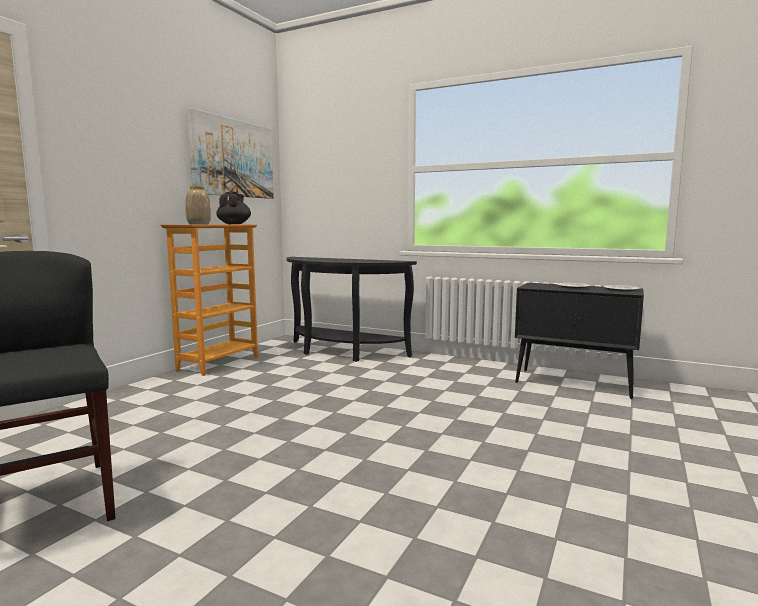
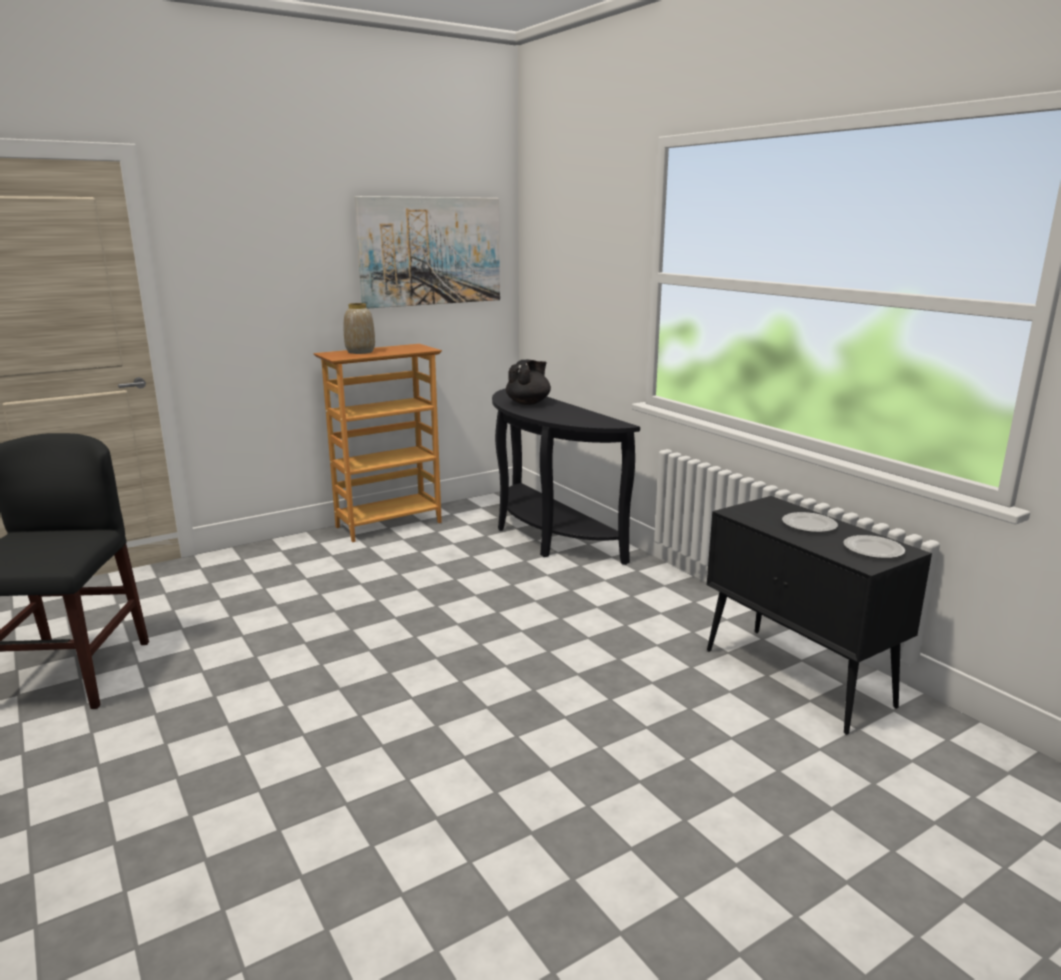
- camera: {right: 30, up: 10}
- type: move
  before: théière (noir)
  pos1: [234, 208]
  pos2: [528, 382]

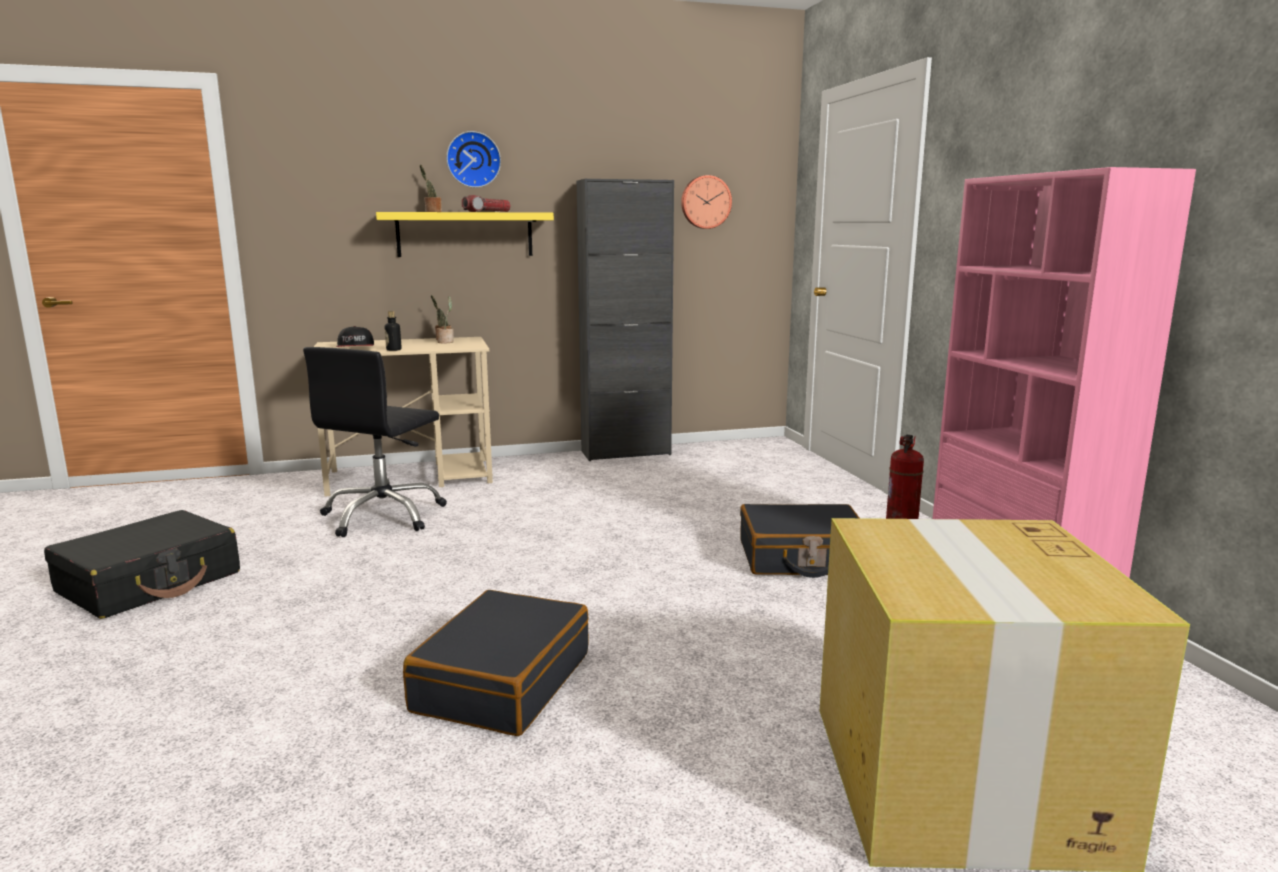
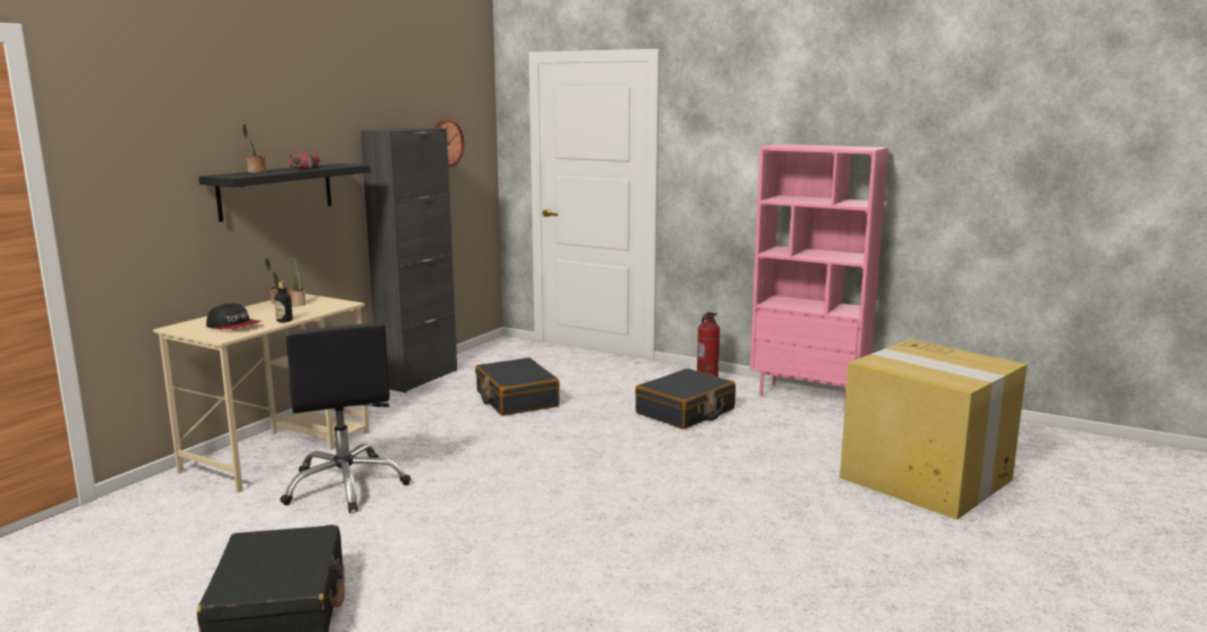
- camera: {right: -45, up: 0}
- type: delete
  before: horloge murale
  pos1: [473, 159]
- type: recolor
  before: étagère (jaune)
  after: étagère (noir)
  pos1: [465, 234]
  pos2: [285, 192]
- type: move
  before: valise (noir)
  pos1: [496, 663]
  pos2: [517, 387]

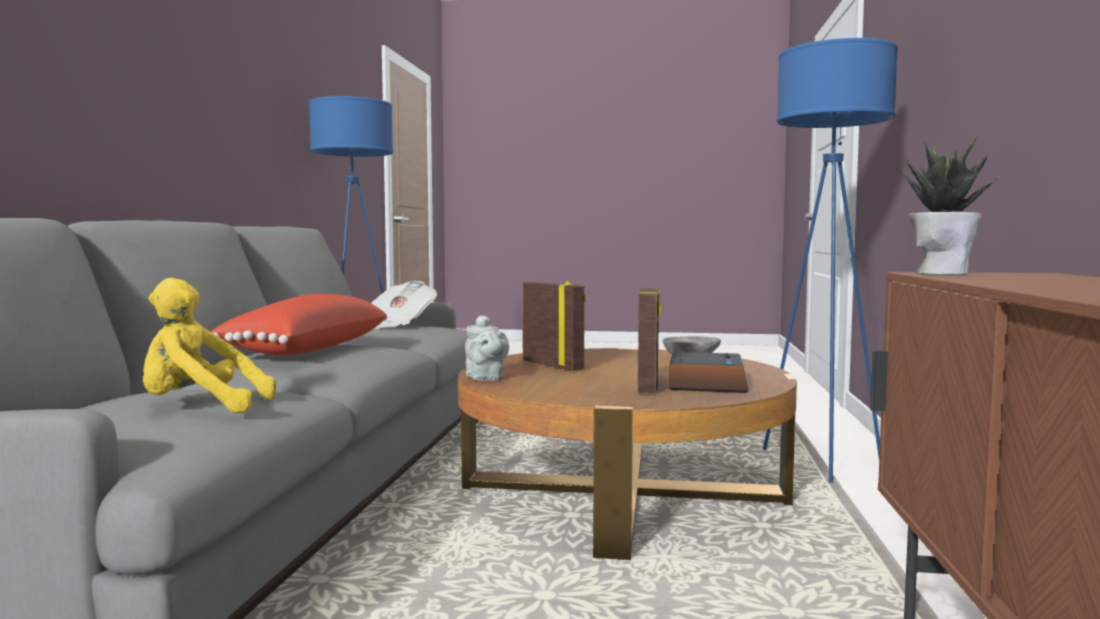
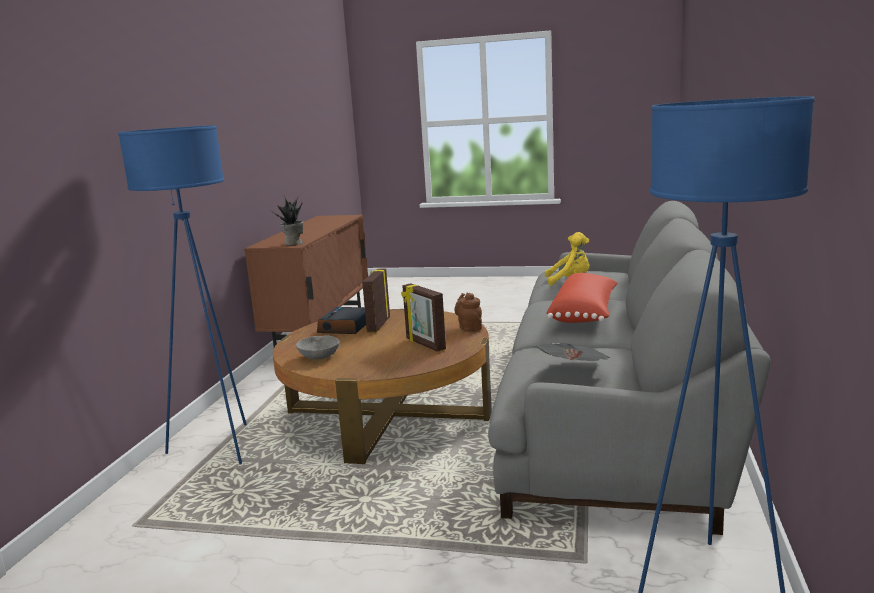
- camera: {right: -175, up: 10}
- type: recolor
  before: théière (gris)
  after: théière (marron)
  pos1: [487, 348]
  pos2: [468, 312]

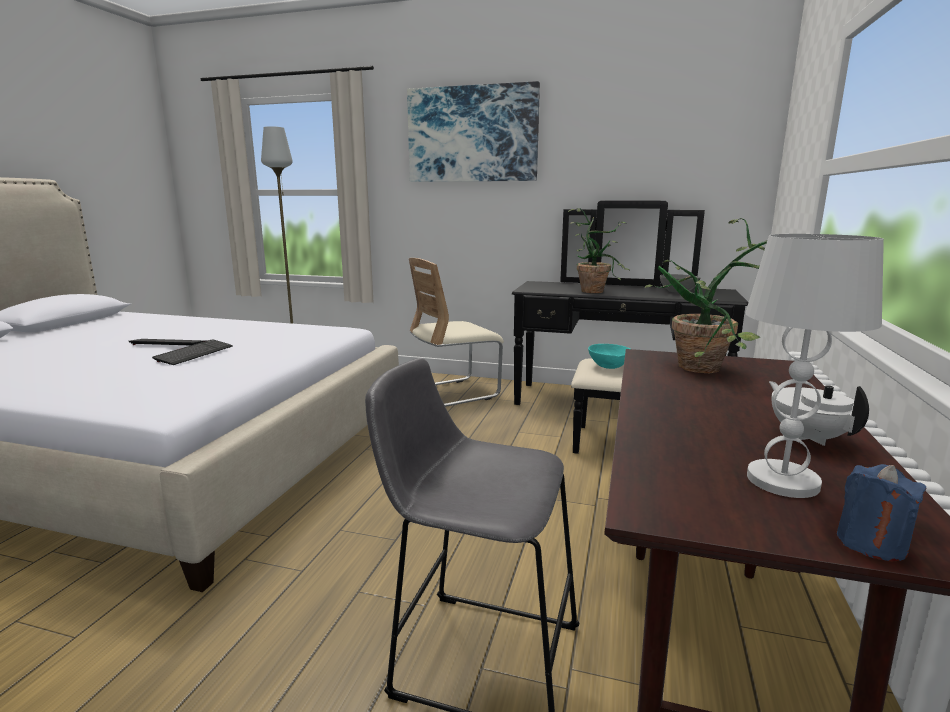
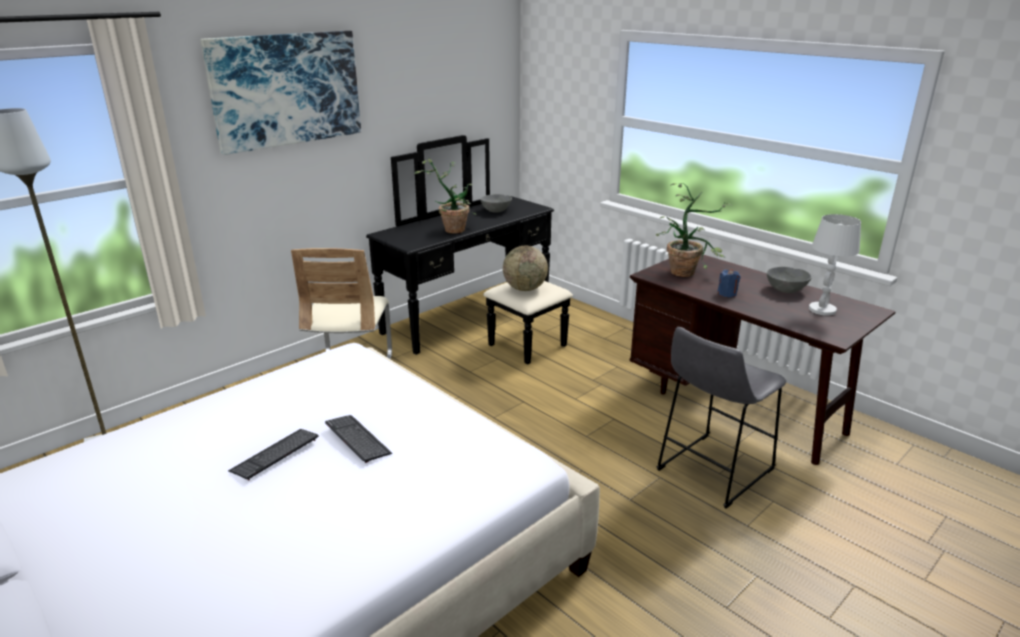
- camera: {right: -60, up: 10}
- type: replace
  before: bol (turquoise)
  after: globe
  pos1: [609, 356]
  pos2: [525, 268]
- type: replace
  before: théière (blanc)
  after: bol (gris)
  pos1: [819, 413]
  pos2: [789, 280]
- type: move
  before: bougie (bleu)
  pos1: [882, 512]
  pos2: [729, 283]

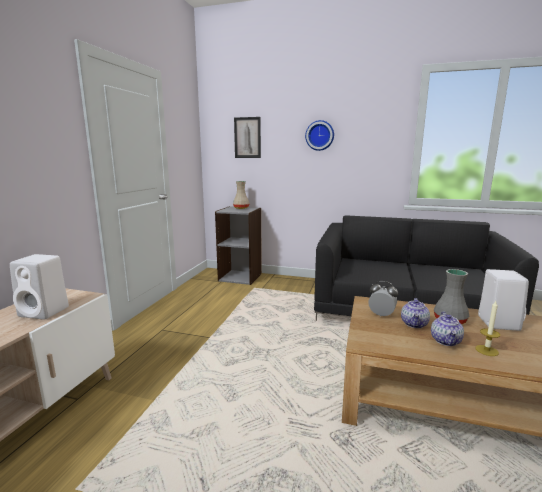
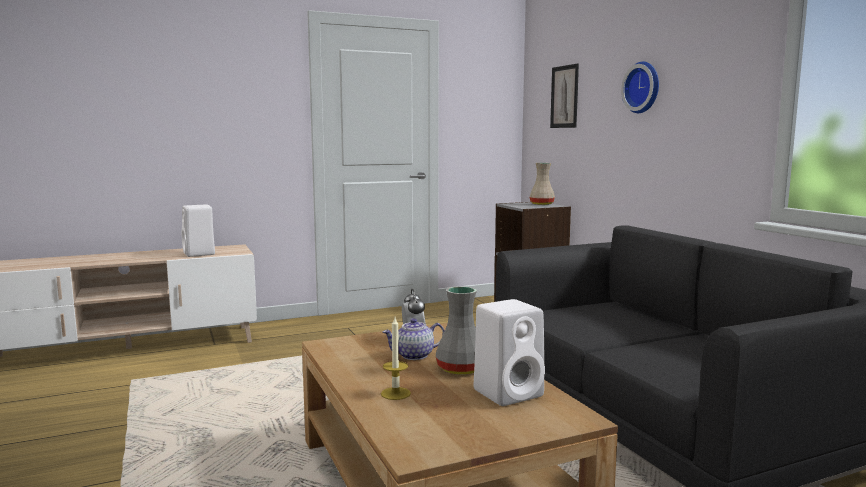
- camera: {right: 50, up: -5}
- type: delete
  before: théière
  pos1: [447, 329]

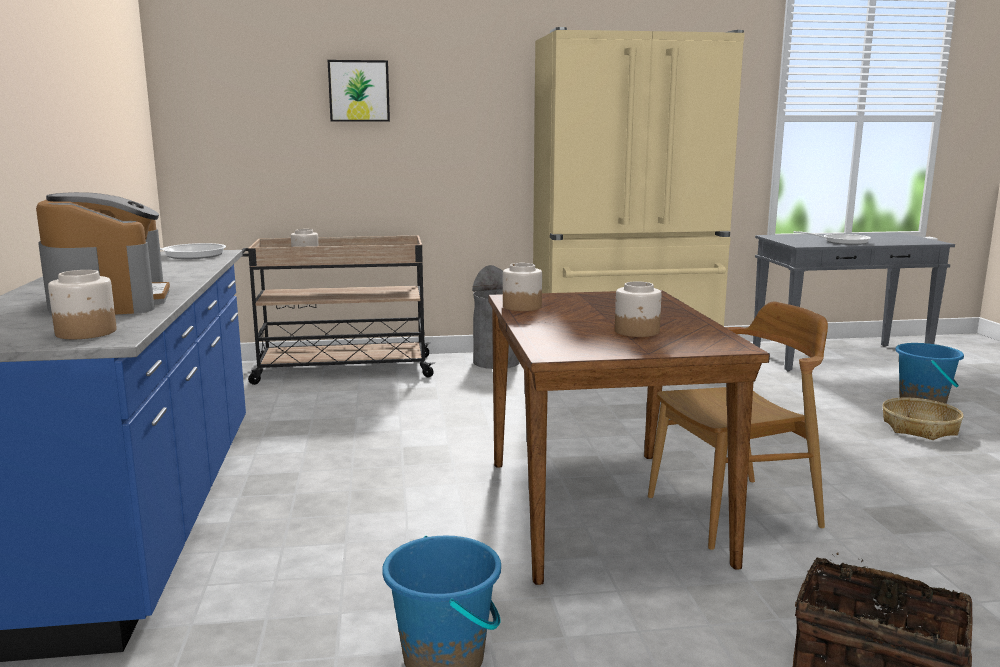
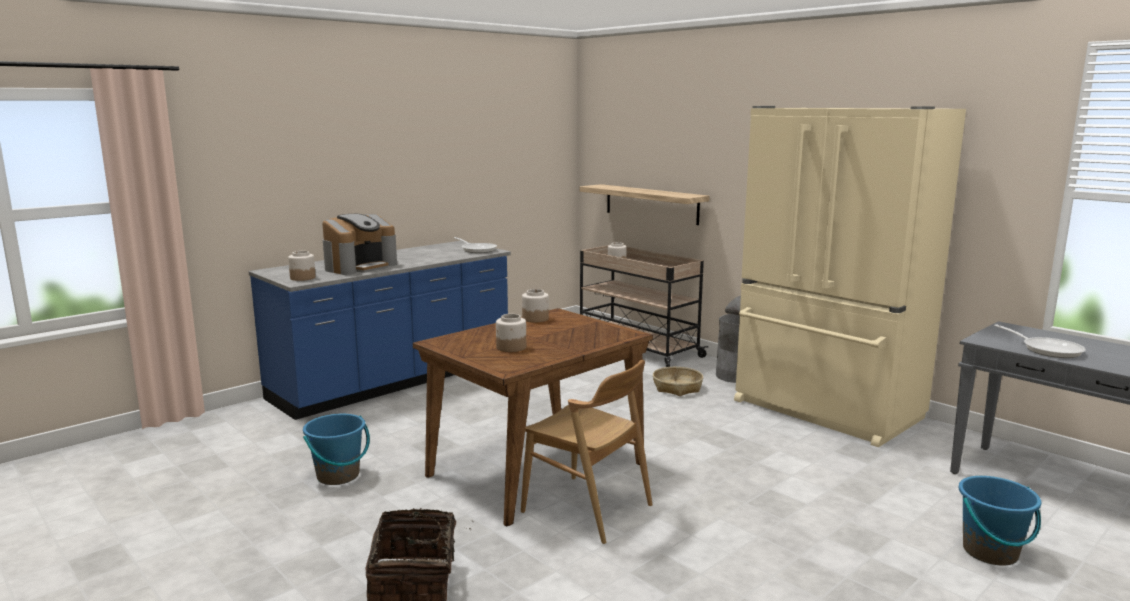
- camera: {right: 55, up: 0}
- type: delete
  before: tableau
  pos1: [359, 91]
- type: move
  before: panier
  pos1: [923, 418]
  pos2: [678, 381]
- type: insert
  after: étagère
  pos2: [645, 204]

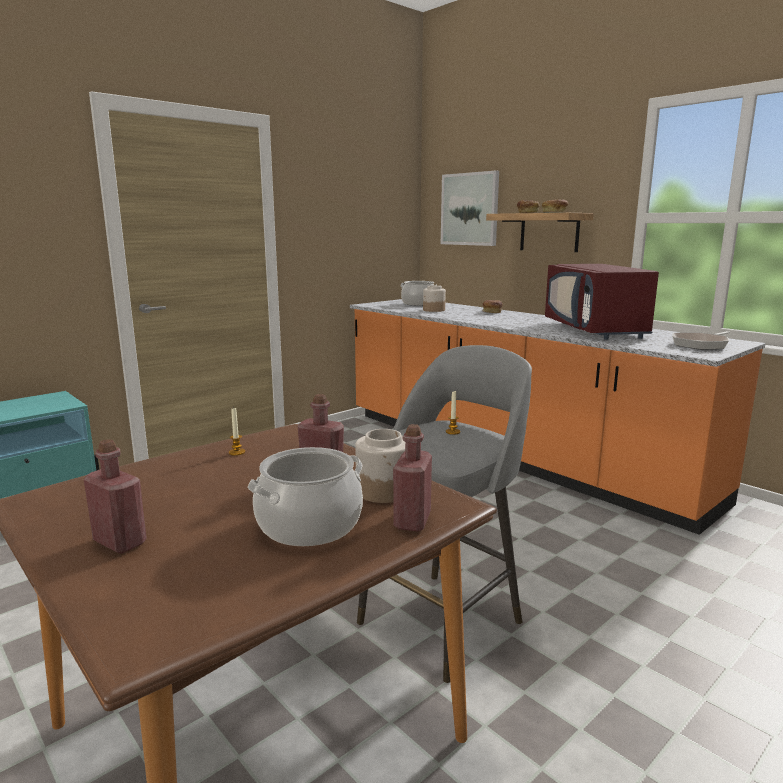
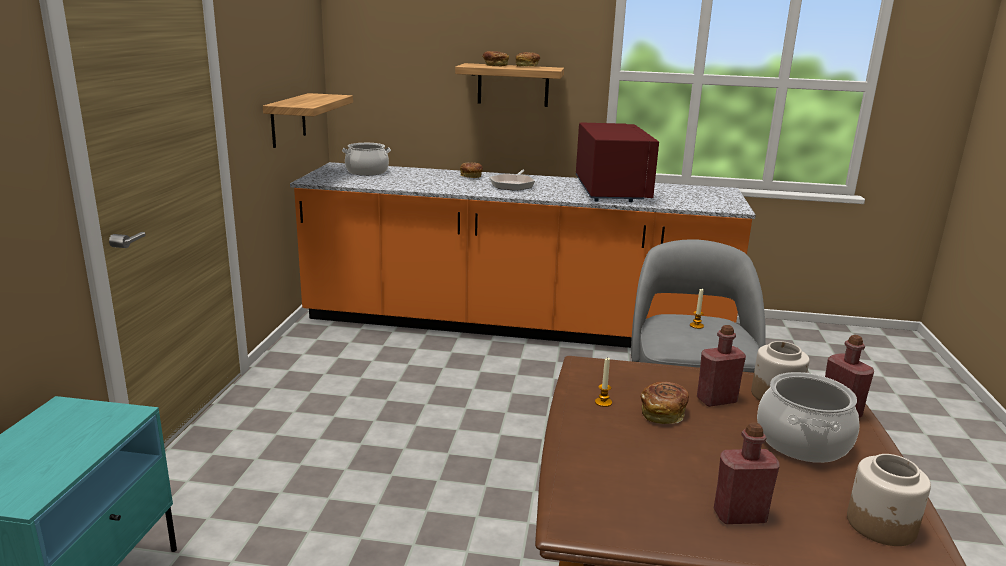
- camera: {right: -40, up: 5}
- type: delete
  before: tableau
  pos1: [470, 208]
- type: rotate
  before: micro-ondes (rouge)
  pos1: [602, 302]
  pos2: [617, 162]
  turn: -135
- type: move
  before: bocal
  pos1: [434, 298]
  pos2: [889, 500]
- type: move
  before: poêle
  pos1: [701, 340]
  pos2: [512, 180]
- type: insert
  after: étagère
  pos2: [308, 120]
- type: insert
  after: pain
  pos2: [665, 403]

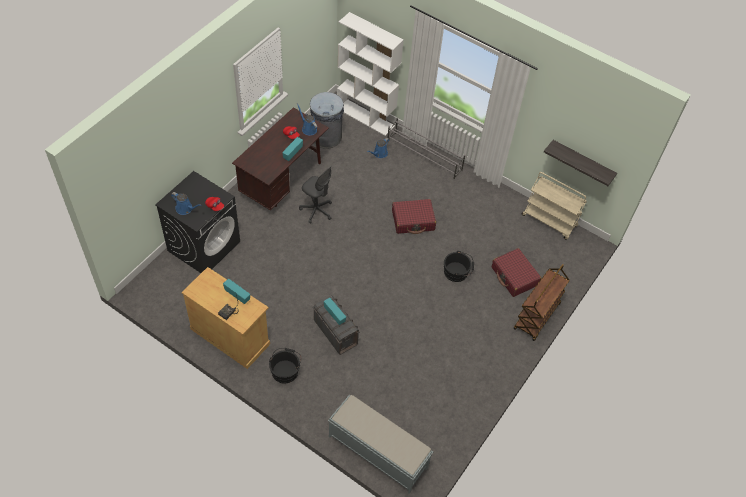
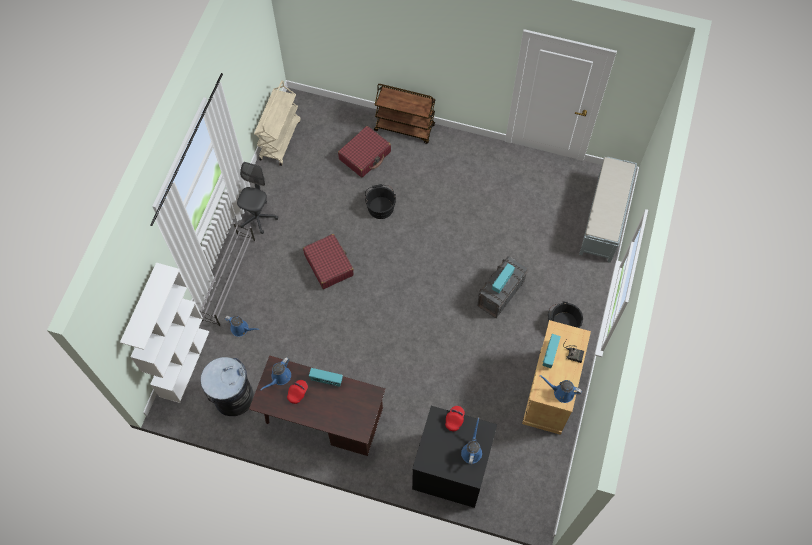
- camera: {right: -105, up: 10}
- type: delete
  before: étagère
  pos1: [580, 163]
- type: move
  before: chaise de bureau (gris)
  pos1: [315, 194]
  pos2: [257, 198]
- type: insert
  after: arrosoir (bleu)
  pos2: [561, 389]

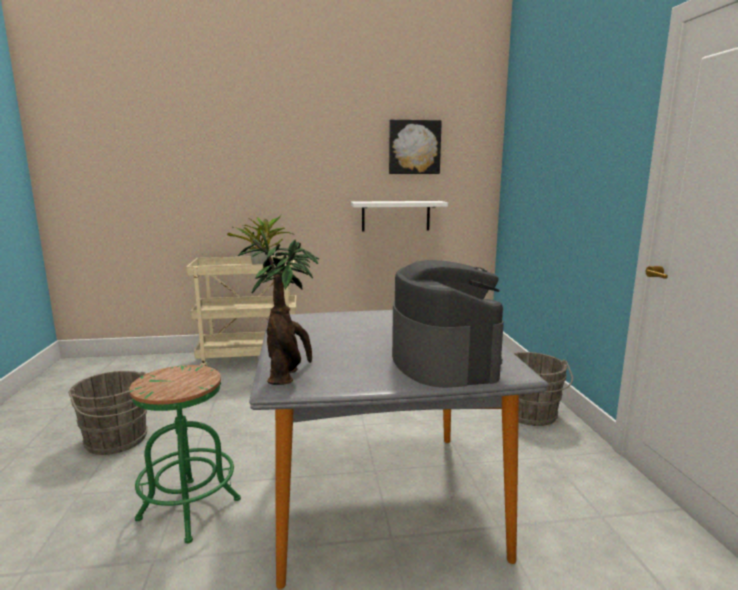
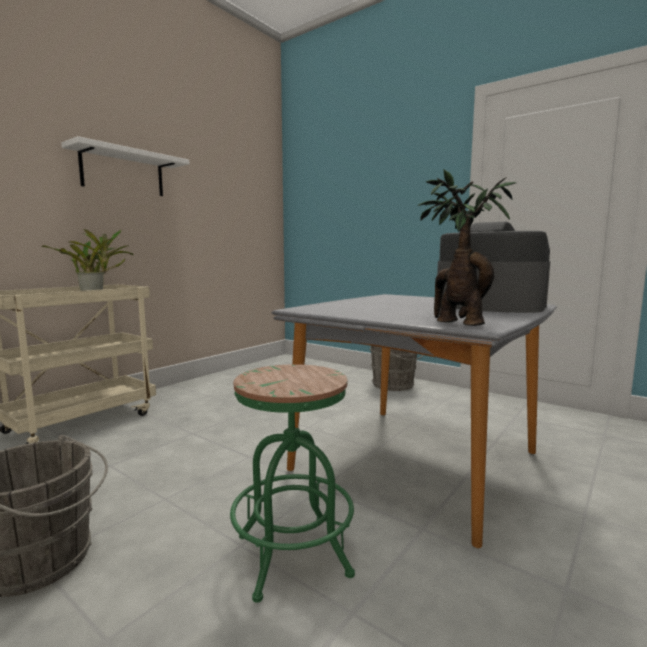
- camera: {right: -45, up: -5}
- type: delete
  before: tableau
  pos1: [415, 147]
- type: move
  before: étagère (blanc)
  pos1: [399, 216]
  pos2: [125, 166]

